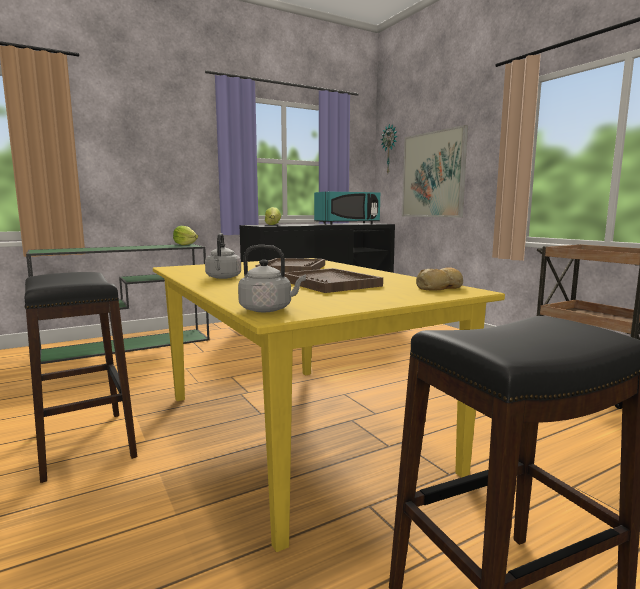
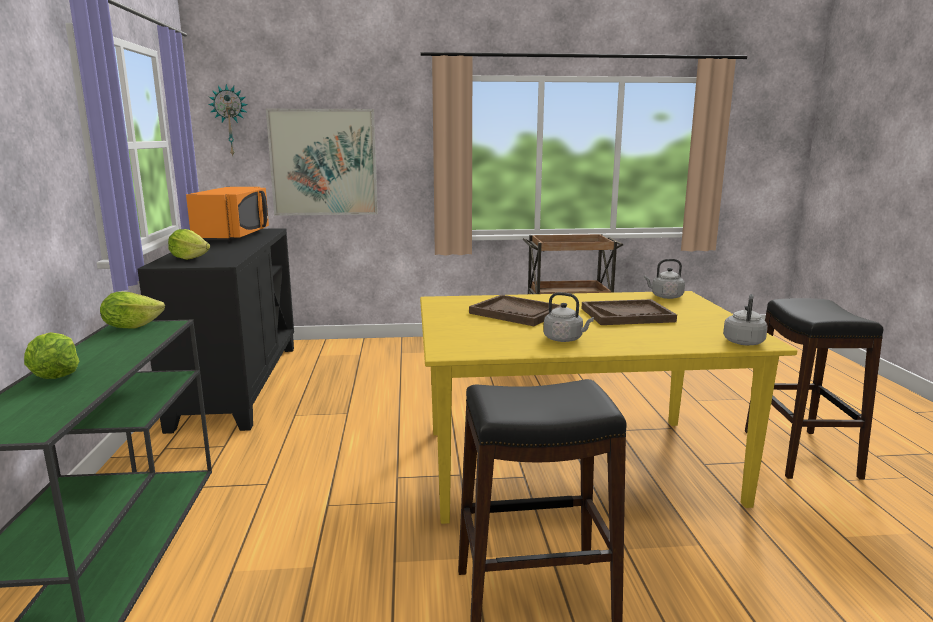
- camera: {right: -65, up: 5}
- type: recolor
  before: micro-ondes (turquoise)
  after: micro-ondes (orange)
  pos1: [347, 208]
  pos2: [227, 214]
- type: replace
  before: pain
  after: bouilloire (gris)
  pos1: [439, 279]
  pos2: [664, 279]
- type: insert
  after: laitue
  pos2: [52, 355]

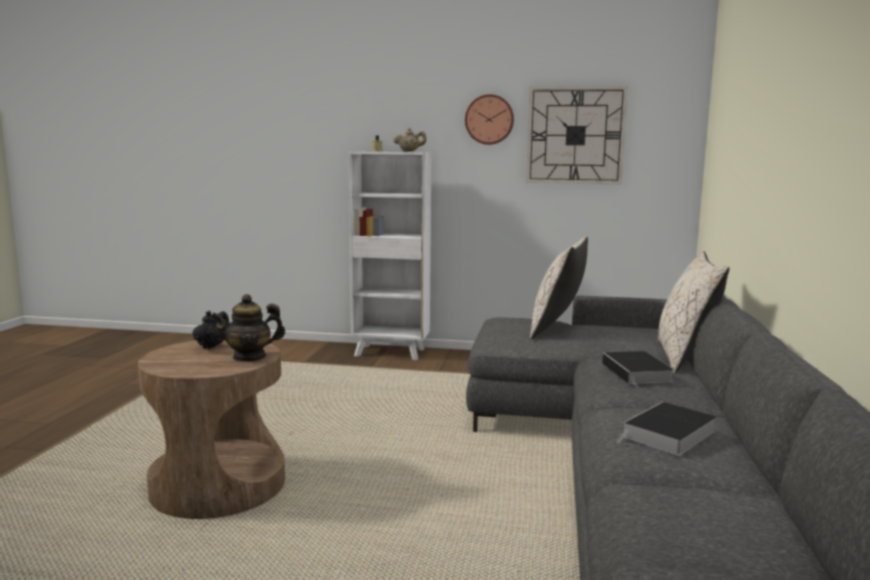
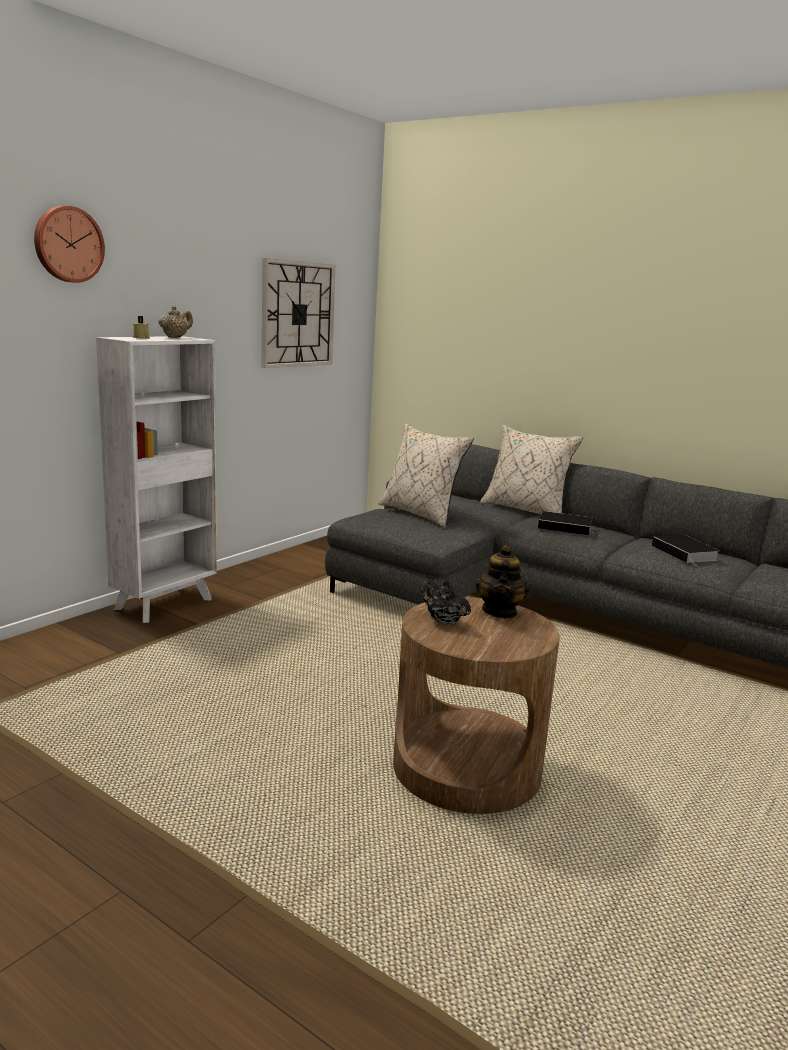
- camera: {right: -65, up: 5}
- type: move
  before: horloge murale
  pos1: [489, 119]
  pos2: [69, 244]

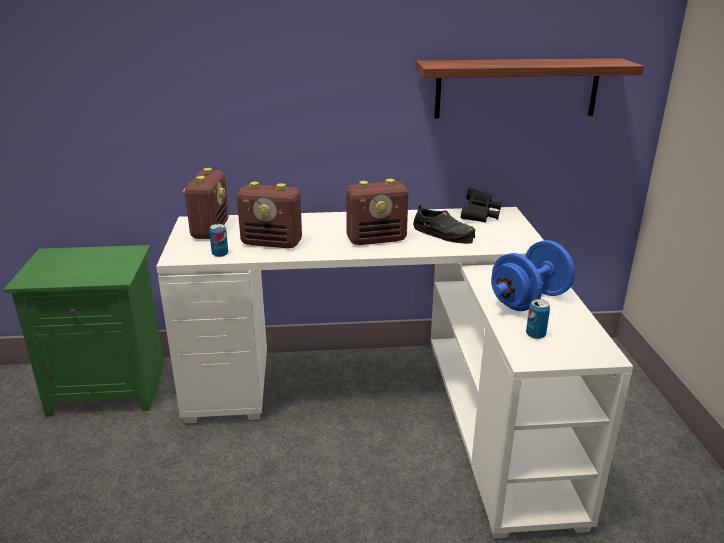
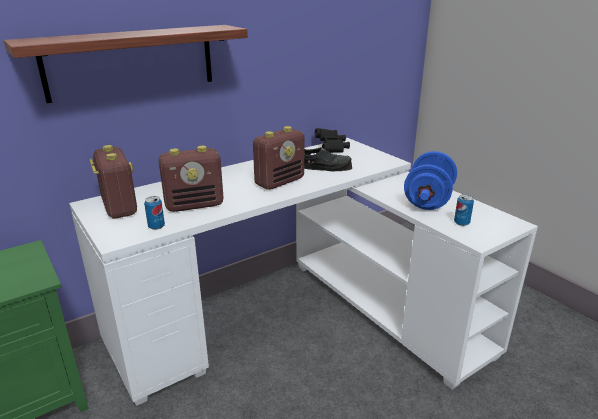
- camera: {right: -30, up: 0}
- type: move
  before: étagère
  pos1: [530, 88]
  pos2: [126, 64]

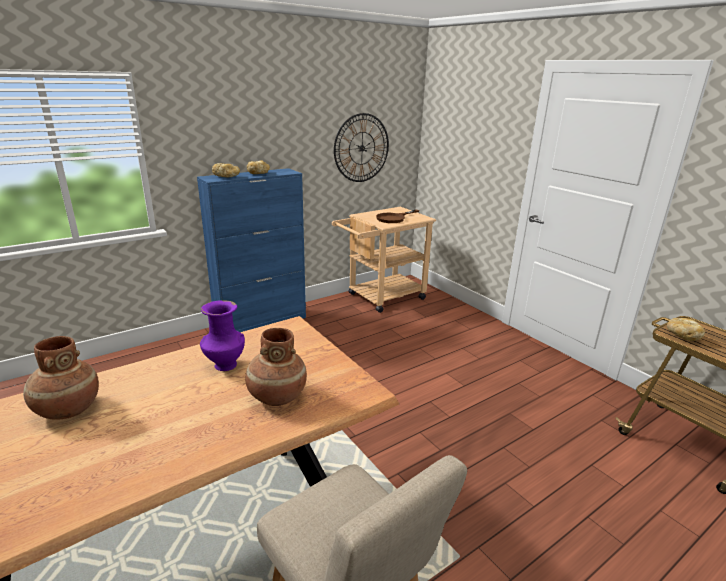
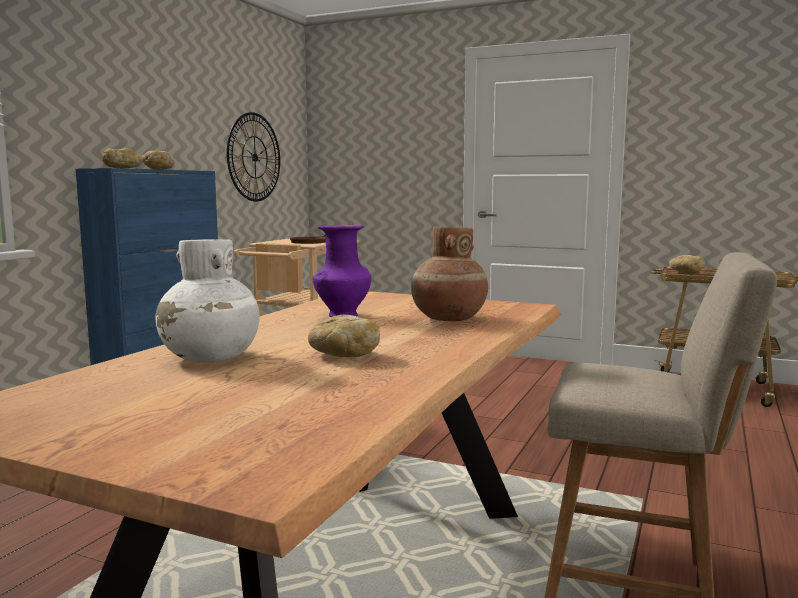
- camera: {right: -30, up: -15}
- type: recolor
  before: vase (marron)
  after: vase (blanc)
  pos1: [61, 378]
  pos2: [207, 300]
- type: insert
  after: pain
  pos2: [344, 336]

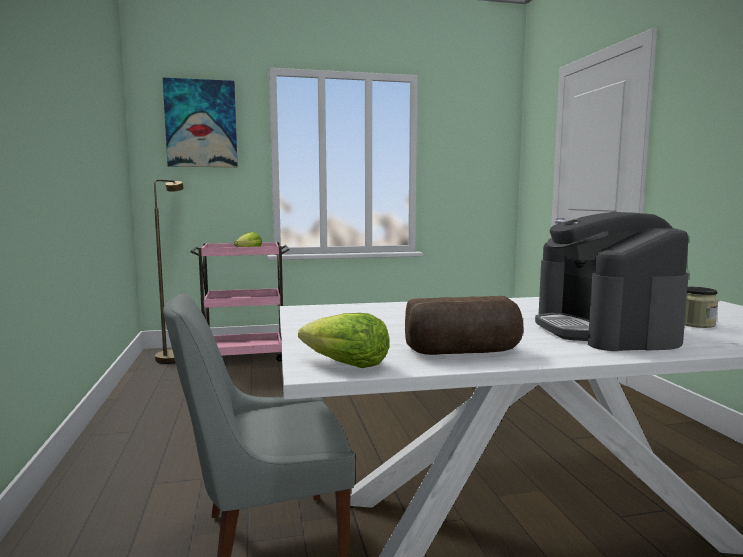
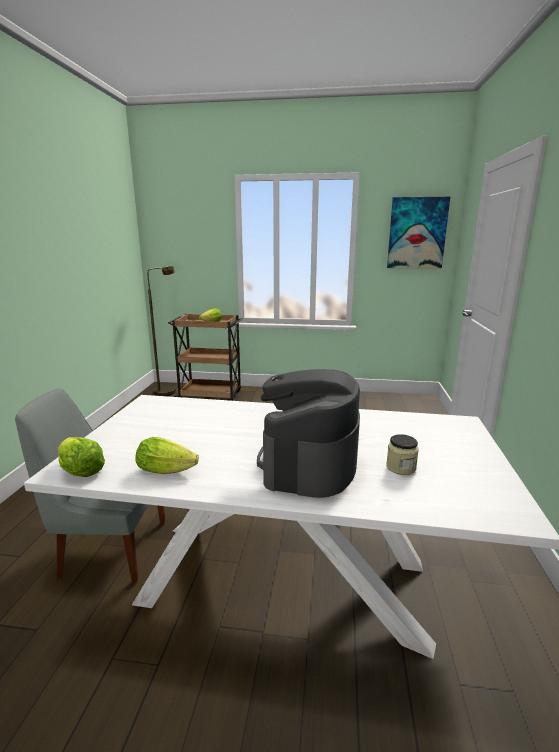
- camera: {right: 20, up: 10}
- type: move
  before: tableau
  pos1: [200, 122]
  pos2: [418, 233]
- type: recolor
  before: chariot (rose)
  after: chariot (marron)
  pos1: [239, 301]
  pos2: [205, 357]
- type: replace
  before: pain
  after: laitue
  pos1: [464, 325]
  pos2: [167, 455]

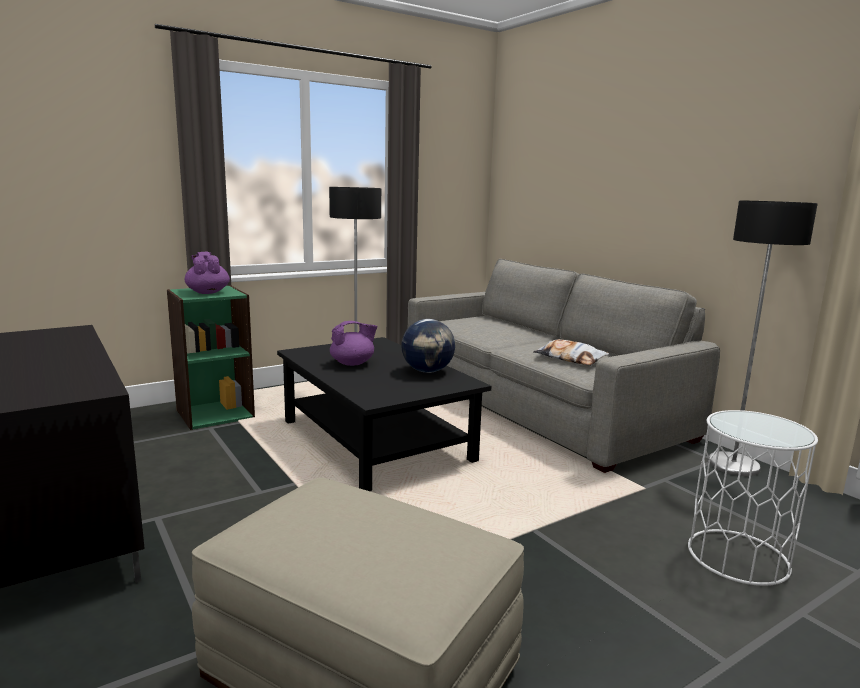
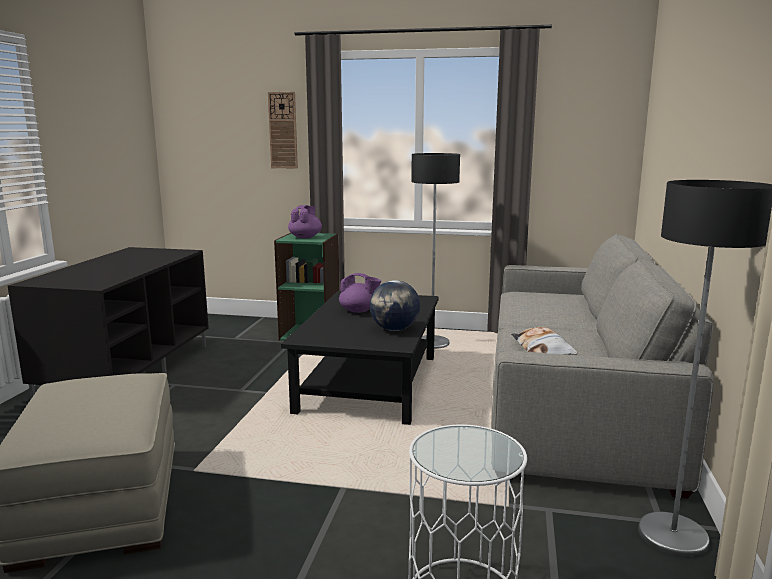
- camera: {right: 45, up: 0}
- type: insert
  after: horloge murale
  pos2: [283, 130]

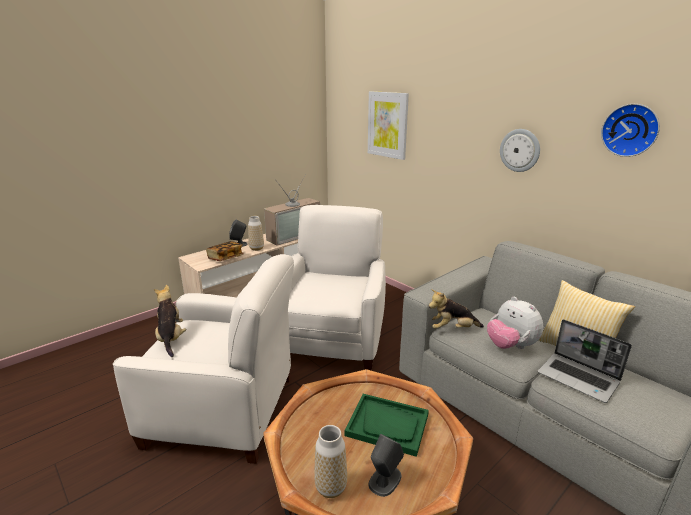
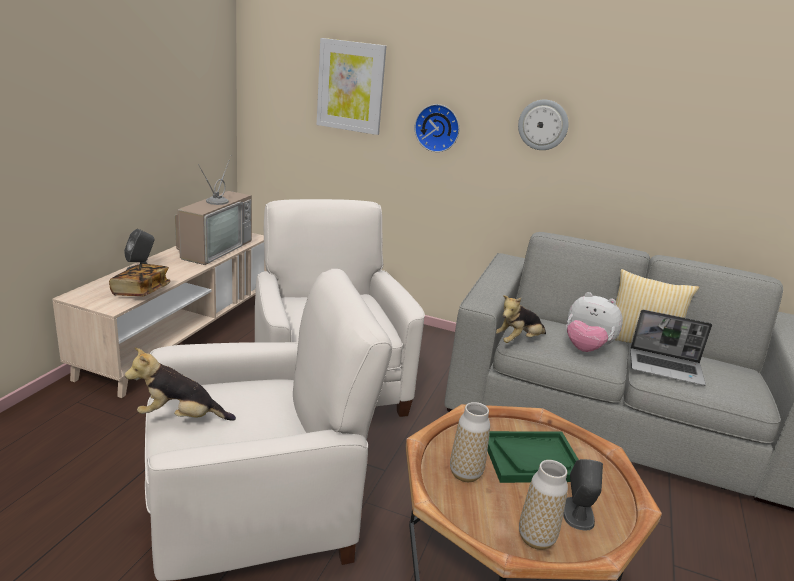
- camera: {right: -30, up: 0}
- type: move
  before: horloge murale
  pos1: [630, 130]
  pos2: [436, 128]
- type: move
  before: vase
  pos1: [256, 233]
  pos2: [470, 442]
- type: rotate
  before: peluche
  pos1: [170, 321]
  pos2: [180, 384]
  turn: -45

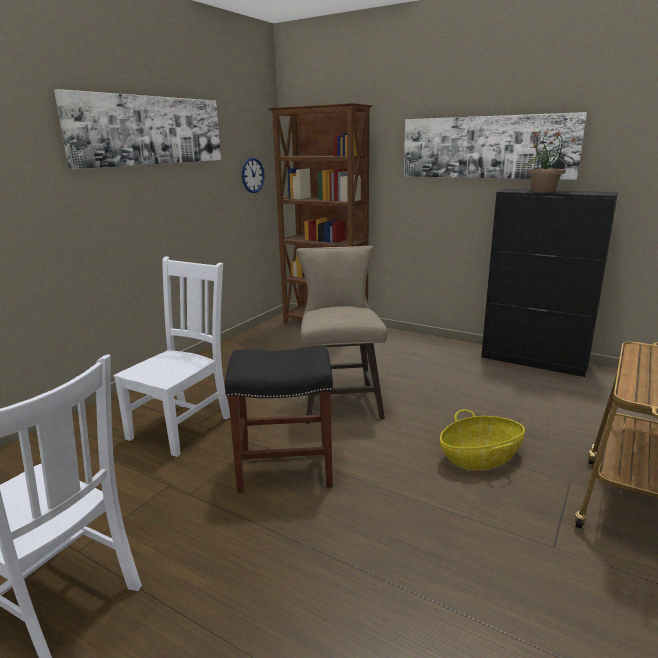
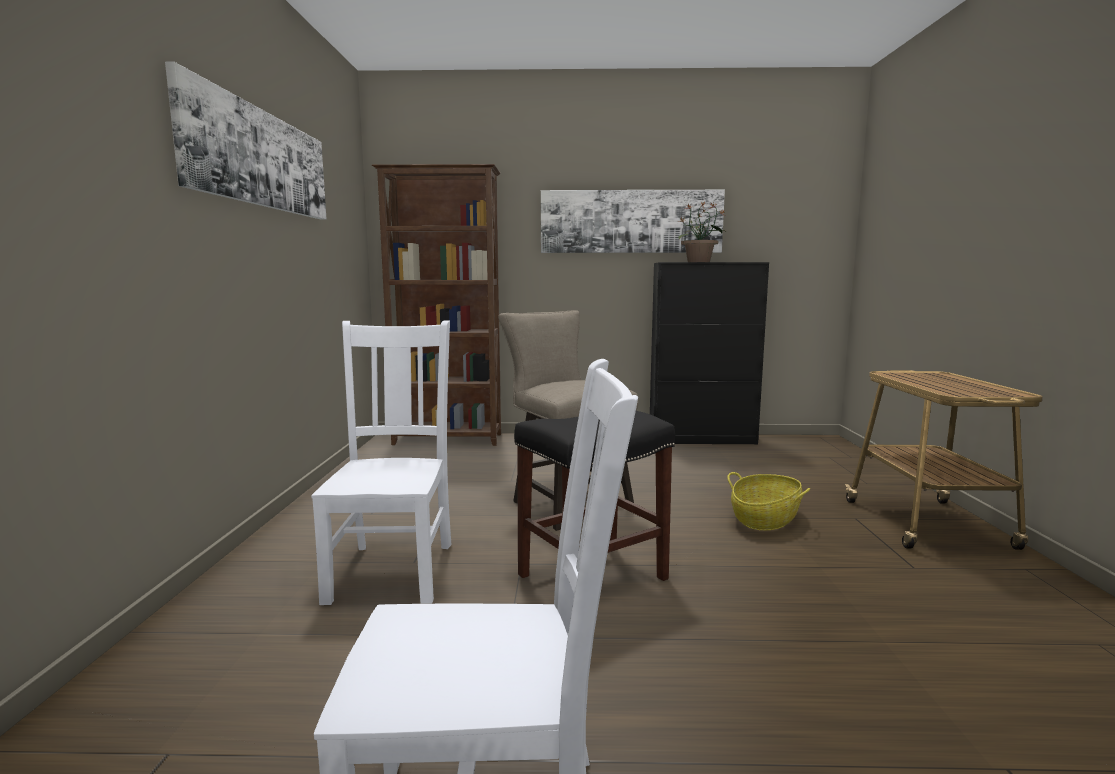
- camera: {right: -30, up: -10}
- type: delete
  before: horloge murale
  pos1: [253, 175]

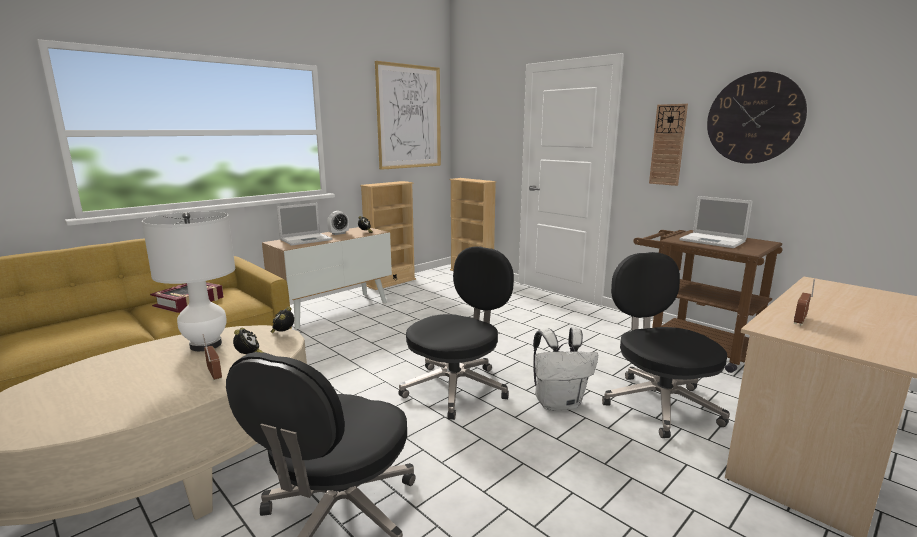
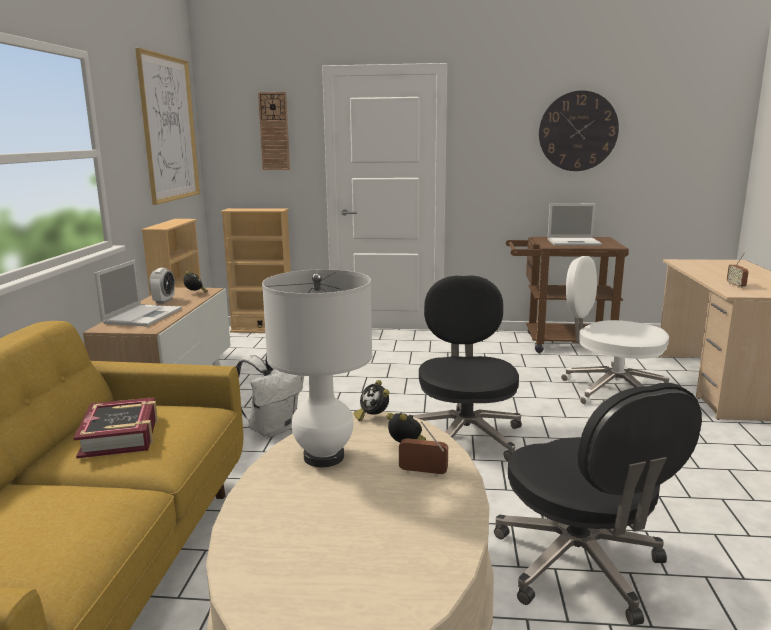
- camera: {right: -40, up: 0}
- type: move
  before: horloge murale
  pos1: [668, 145]
  pos2: [274, 131]
- type: recolor
  before: chaise de bureau (noir)
  after: chaise de bureau (blanc)
  pos1: [666, 345]
  pos2: [615, 330]
- type: move
  before: sac à dos (blanc)
  pos1: [565, 369]
  pos2: [270, 396]

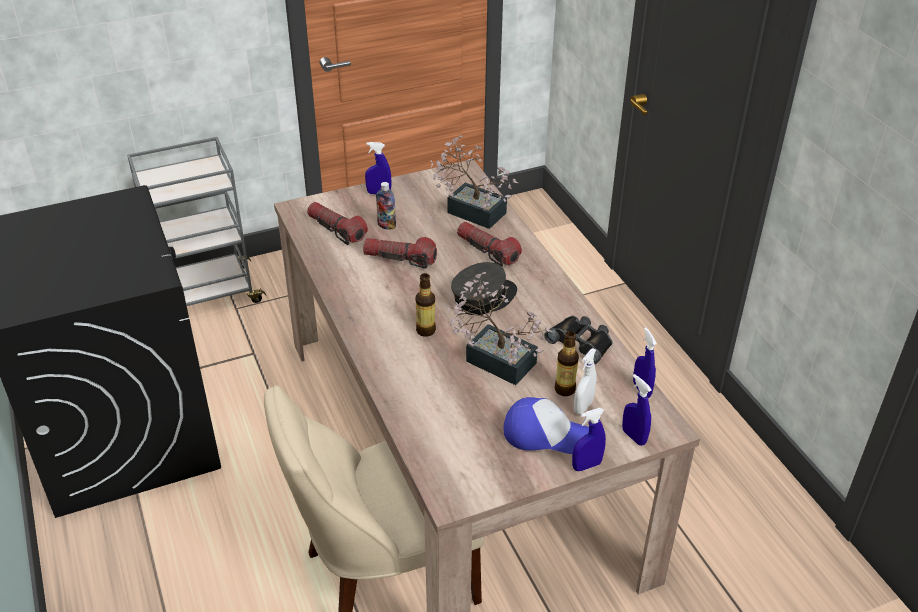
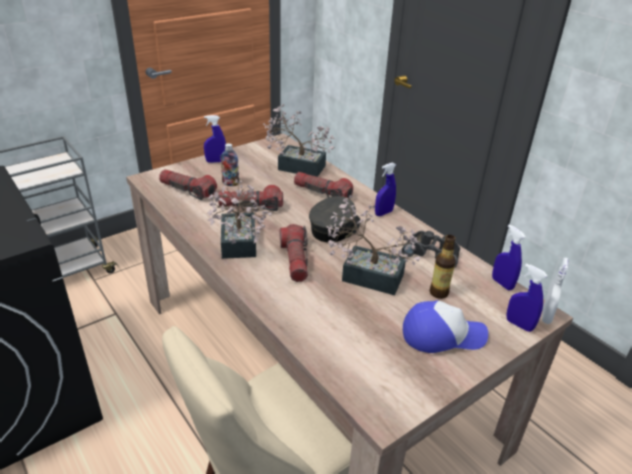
- camera: {right: -15, up: -5}
- type: replace
  before: bouteille
  after: lampe de poche
  pos1: [426, 305]
  pos2: [294, 253]
- type: move
  before: vaporisateur (blanc)
  pos1: [585, 381]
  pos2: [555, 291]
- type: move
  before: vaporisateur (bleu)
  pos1: [589, 439]
  pos2: [385, 189]
- type: insert
  after: plante en pot
  pos2: [239, 219]

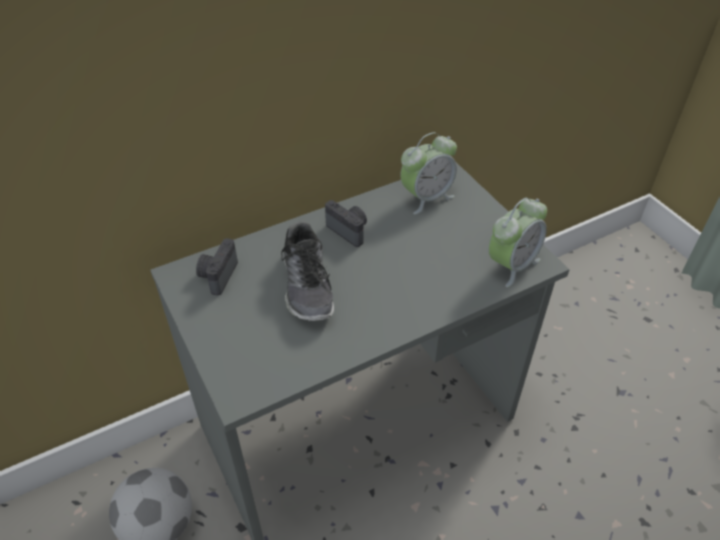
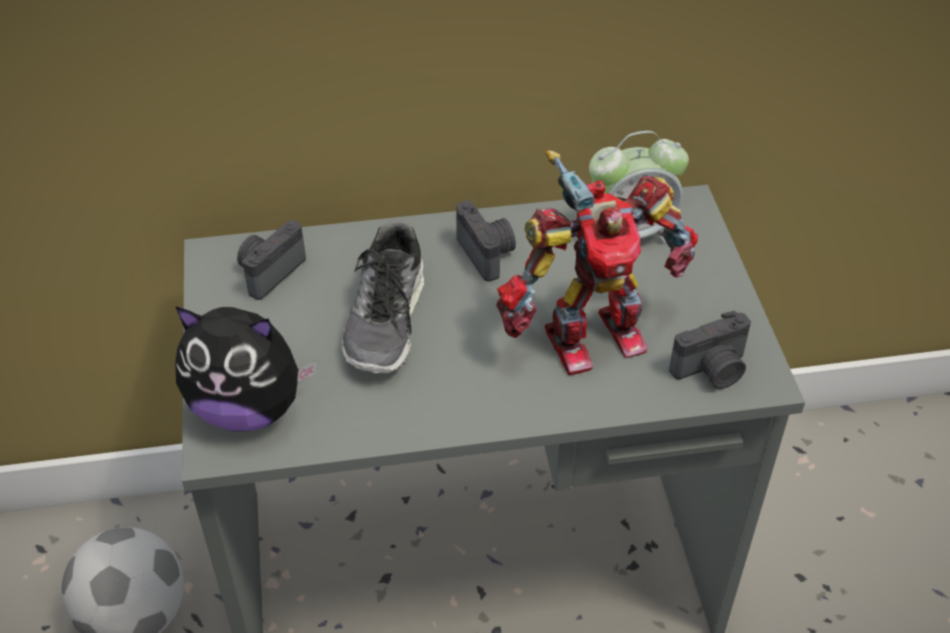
- camera: {right: 20, up: 0}
- type: replace
  before: réveil
  after: appareil photo
  pos1: [517, 242]
  pos2: [710, 350]
- type: insert
  after: robot jouet
  pos2: [597, 263]
- type: insert
  after: peluche
  pos2: [246, 368]

